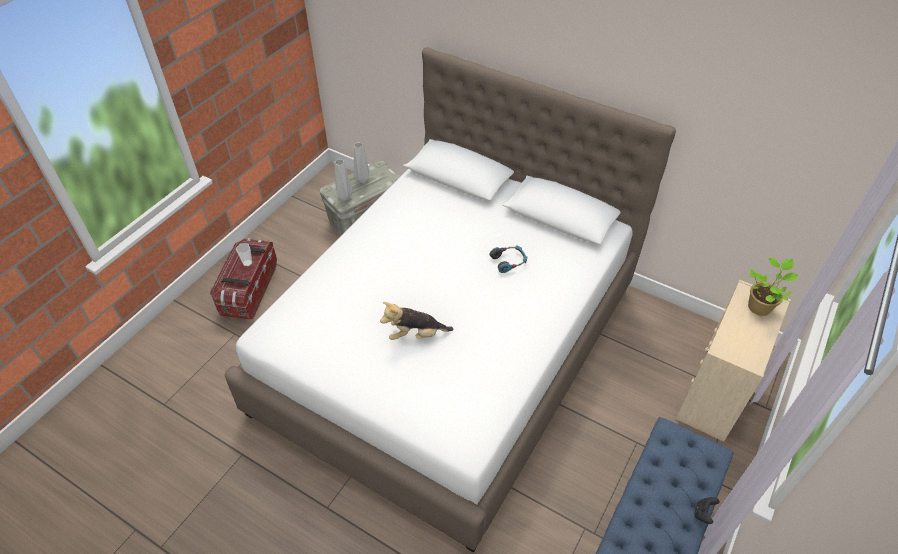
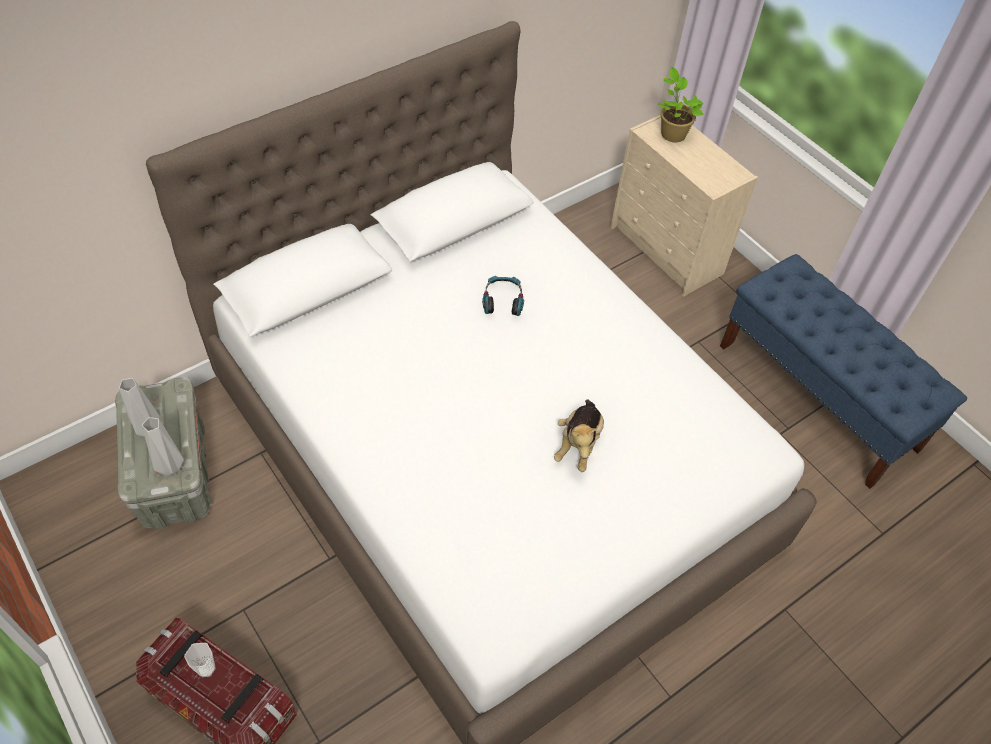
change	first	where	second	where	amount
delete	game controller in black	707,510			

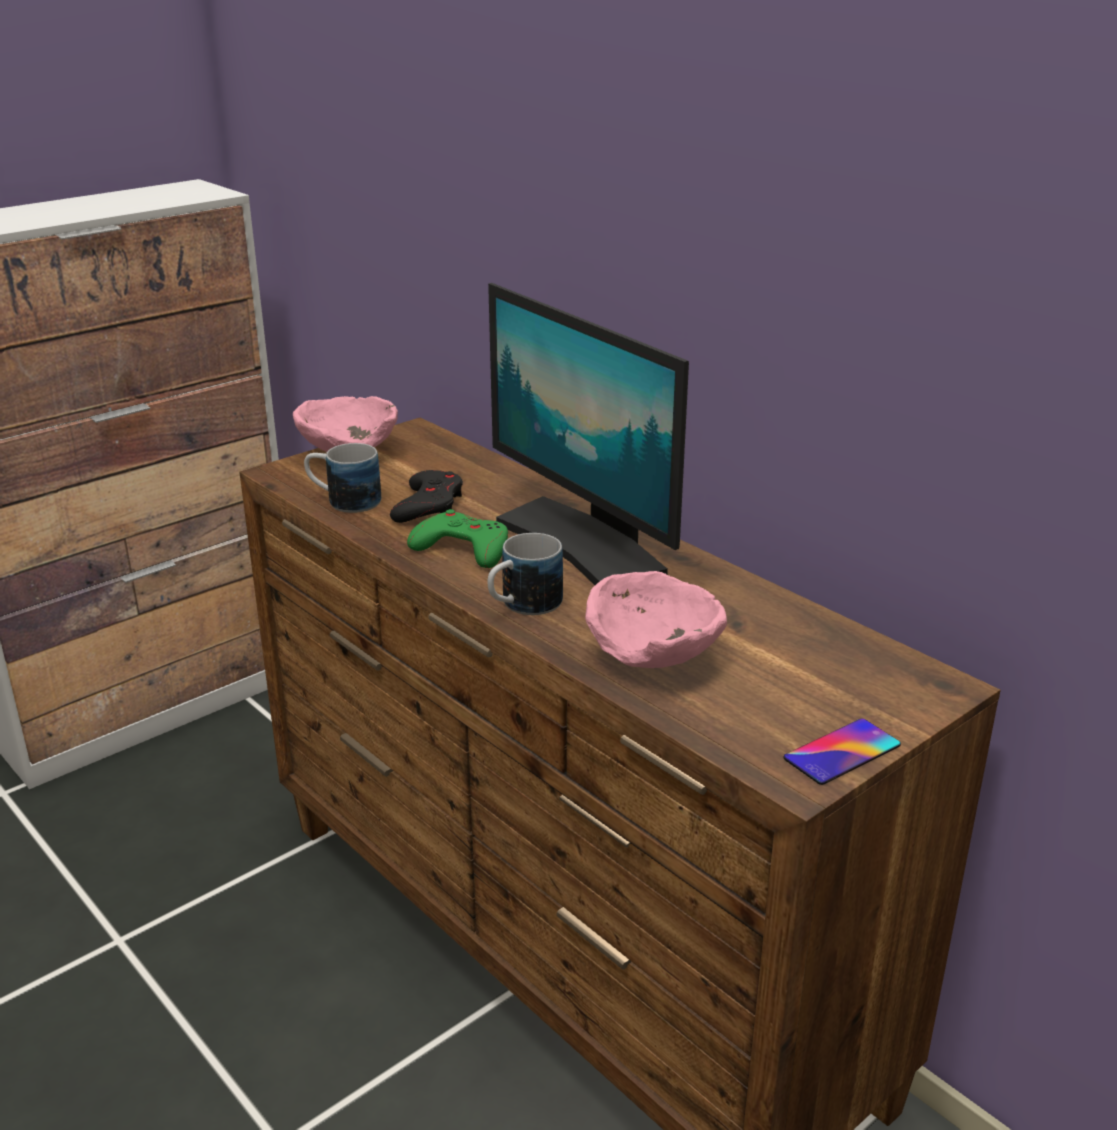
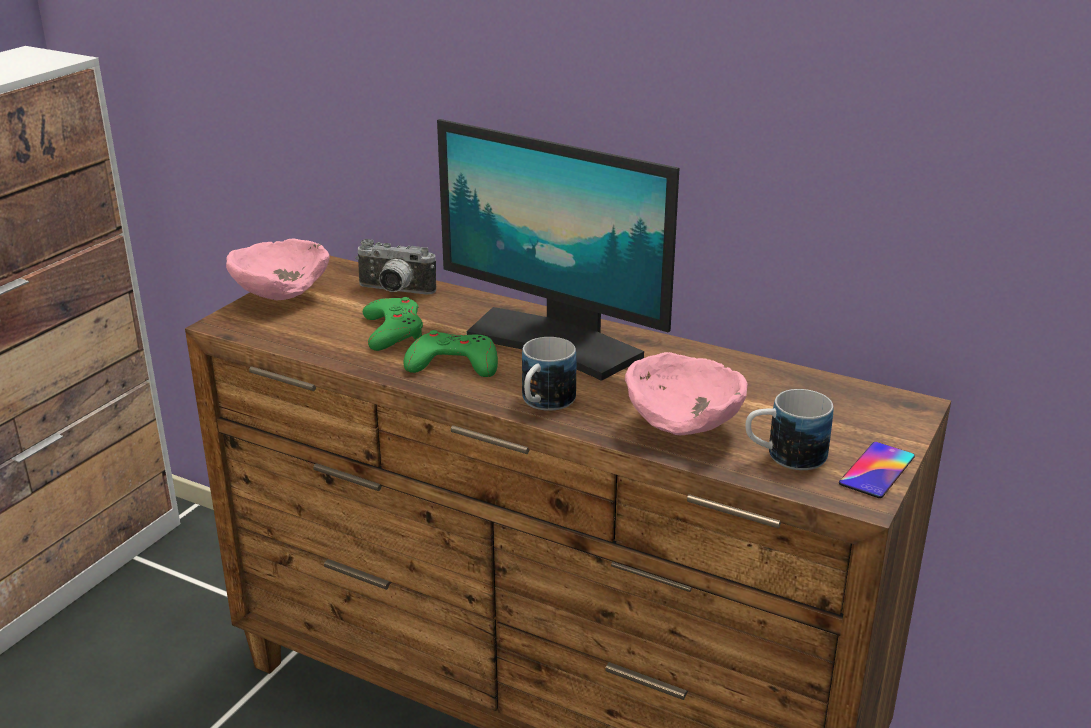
change	first	where	second	where	amount
move	mug	342,478		789,429	
recolor	game controller in black	426,496	game controller in green	393,324	
insert			photo camera	395,266	

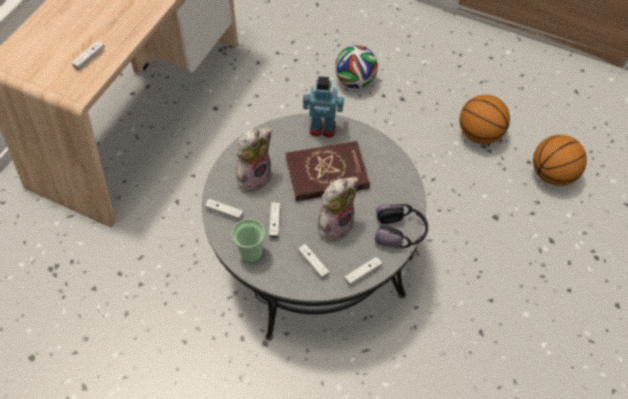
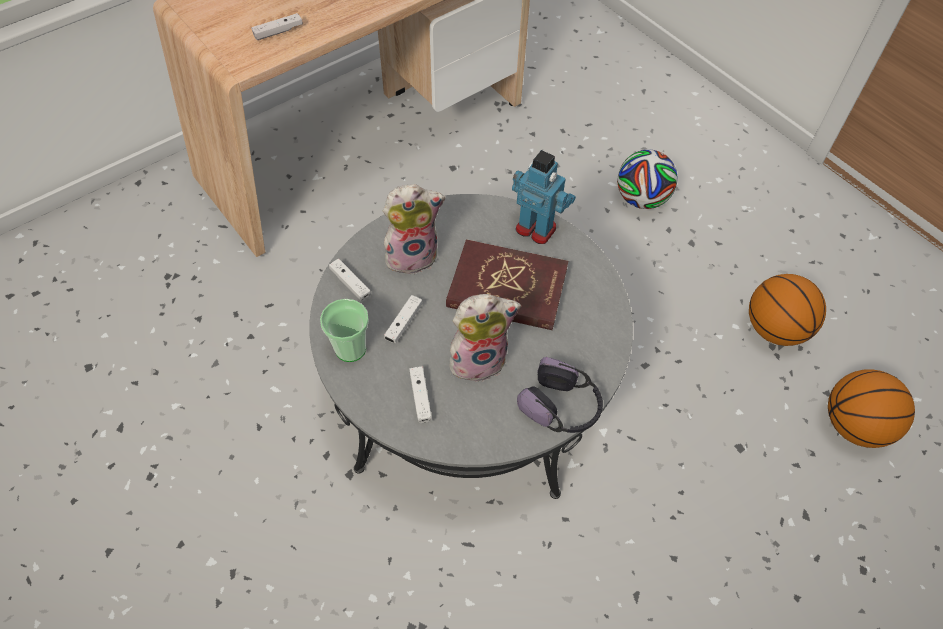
change	first	where	second	where	amount
delete	game controller in white	363,271			

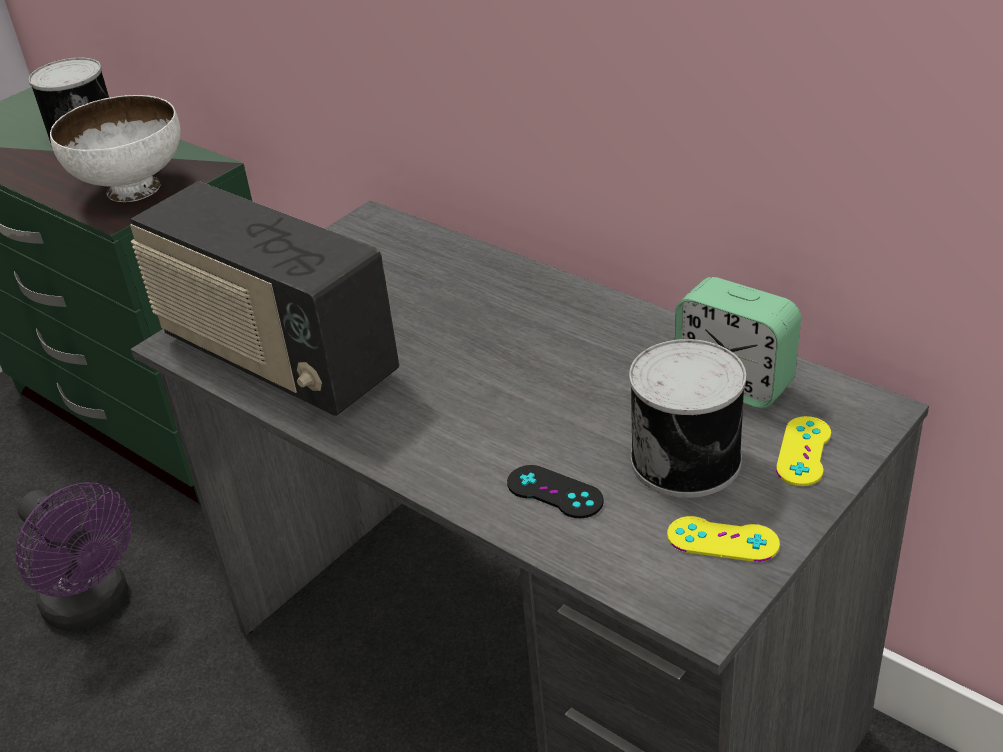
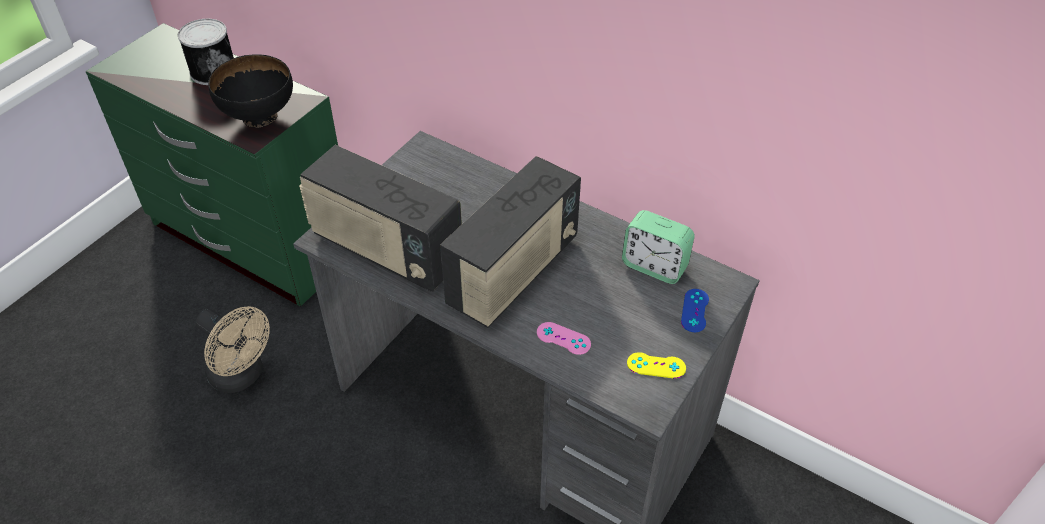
change	first	where	second	where	amount
recolor	fan in purple	74,556	fan in beige	232,349	
recolor	bowl in white	115,148	bowl in black	250,91	
recolor	game controller in black	555,491	game controller in pink	564,338	
delete	can	687,418			
recolor	game controller in yellow	803,451	game controller in blue	695,310	
insert			radio	510,242	

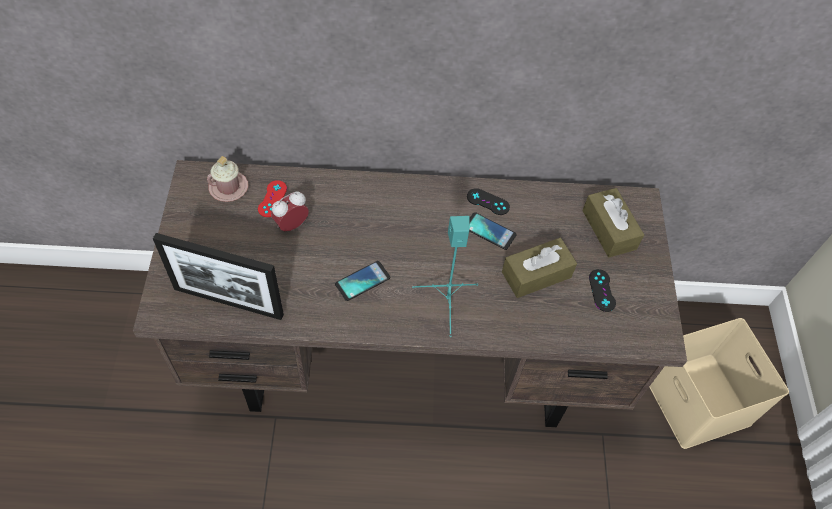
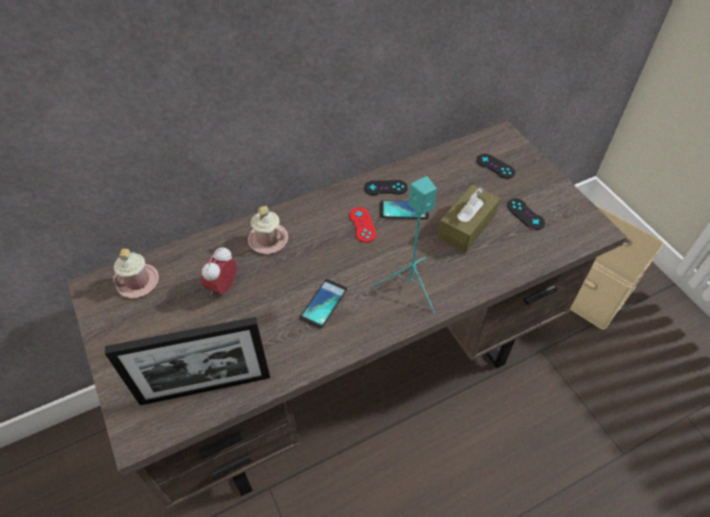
change	first	where	second	where	amount
move	game controller in red	272,198		363,225	
replace	tissue box in brown	613,222	game controller in black	495,166	
insert			mug in pink	268,230	

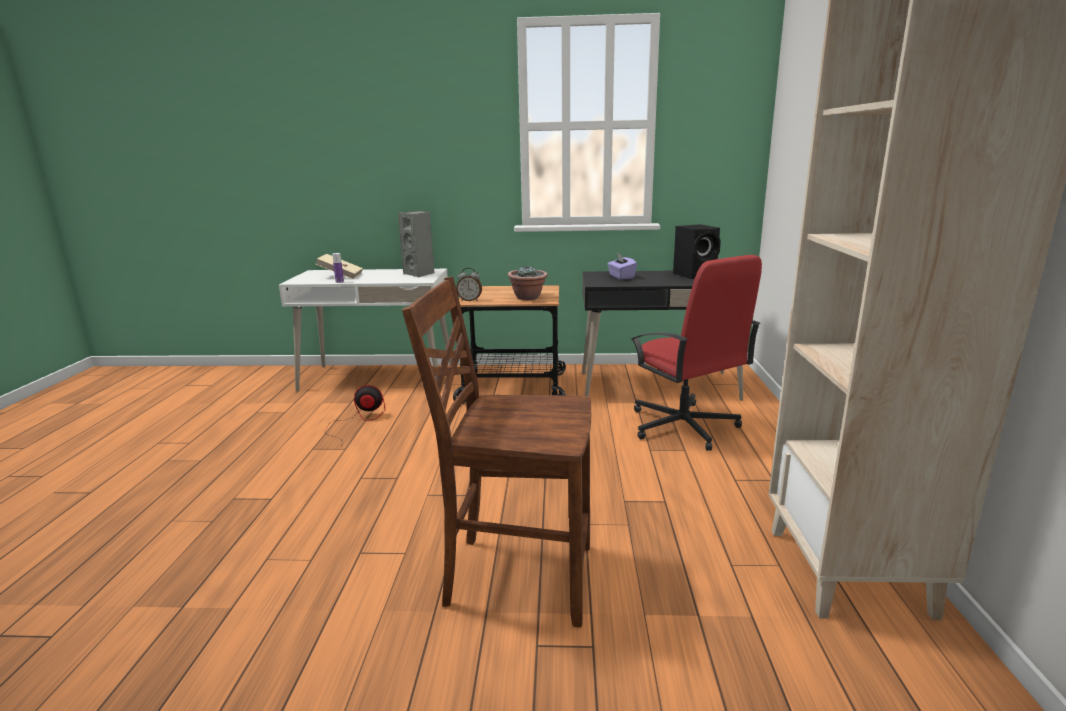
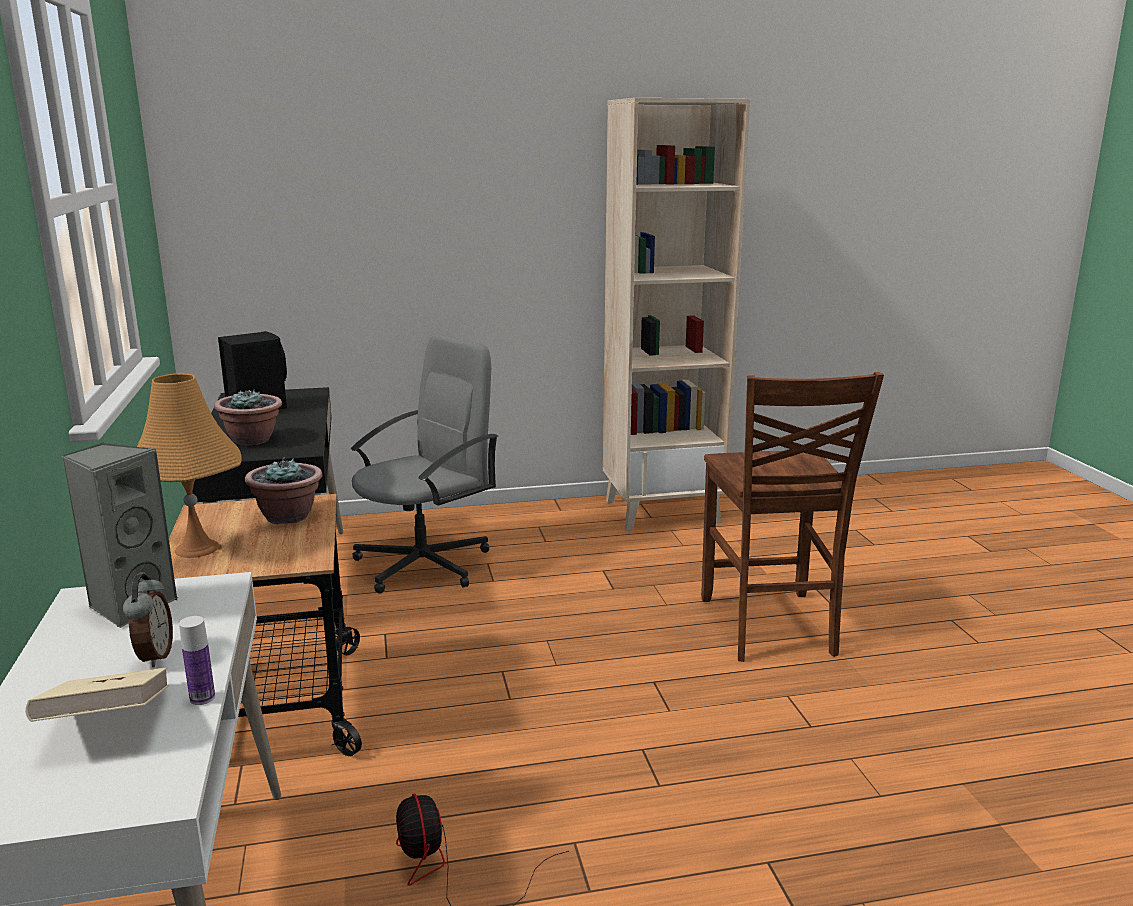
change	first	where	second	where	amount
move	alarm clock	469,284		148,620	
replace	tissue box in purple	622,266	potted plant	248,417	
recolor	office chair in red	696,353	office chair in grey	424,464	
insert			table lamp in orange	189,465	

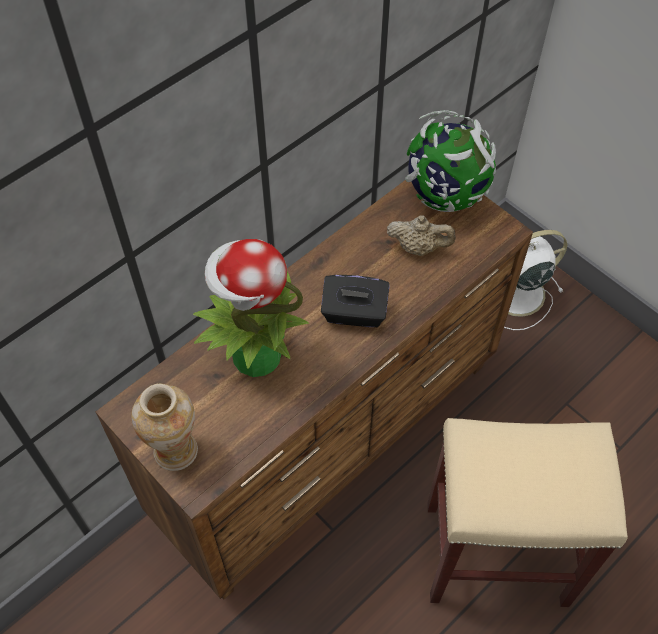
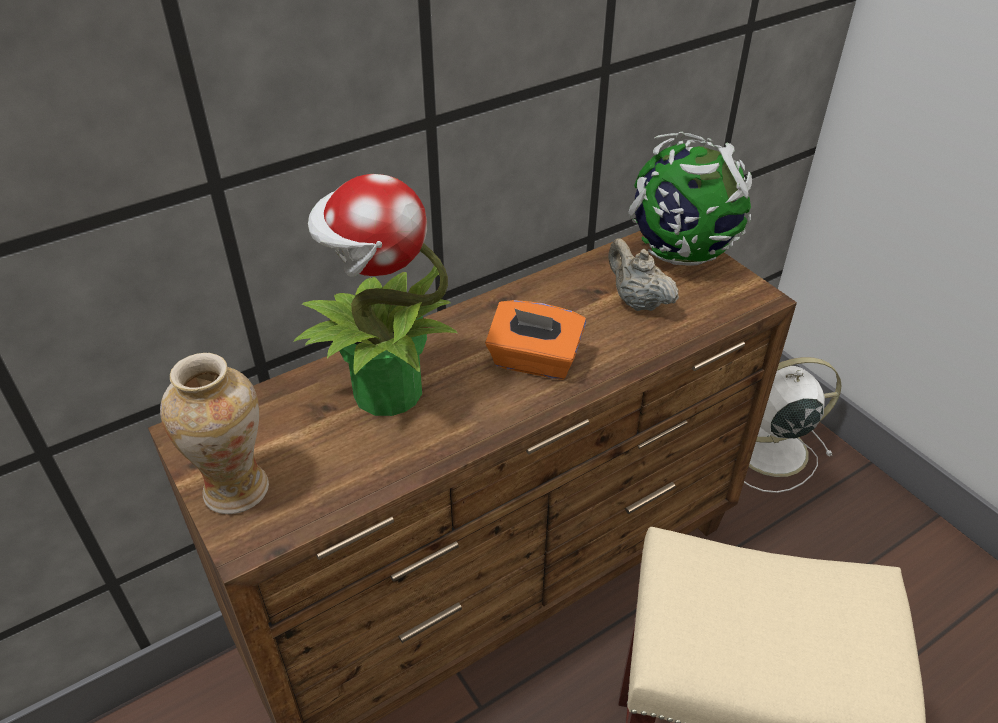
change	first	where	second	where	amount
recolor	tissue box in black	355,301	tissue box in orange	535,340	
rotate	teapot in beige	421,235		643,274	150 degrees counterclockwise

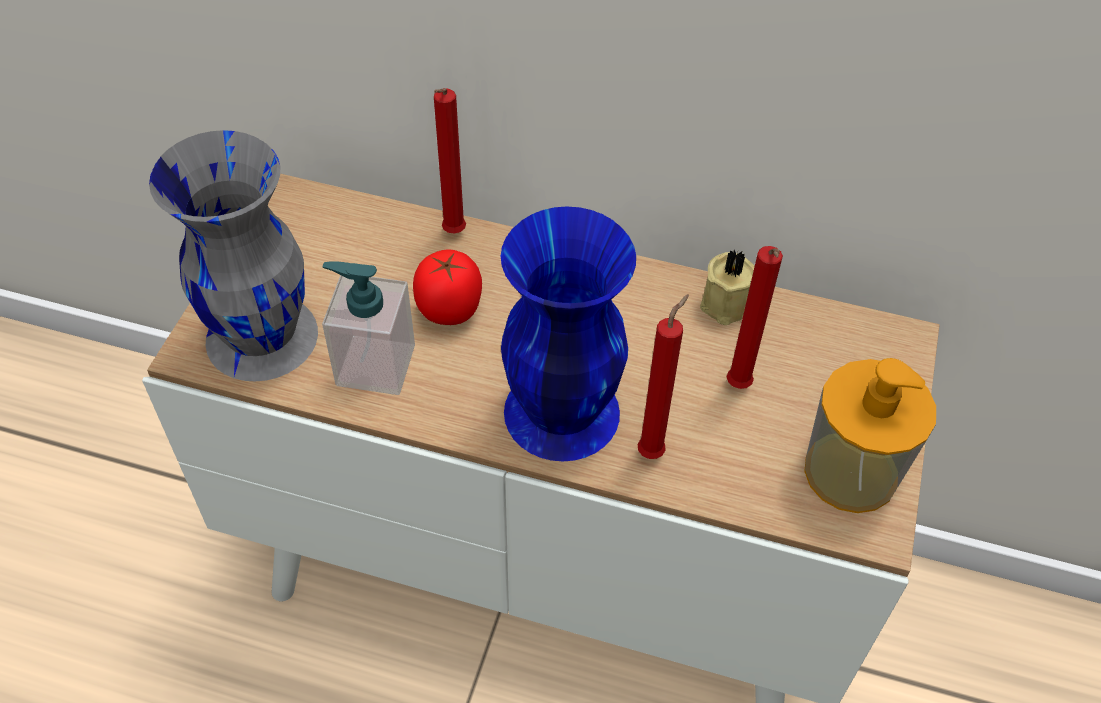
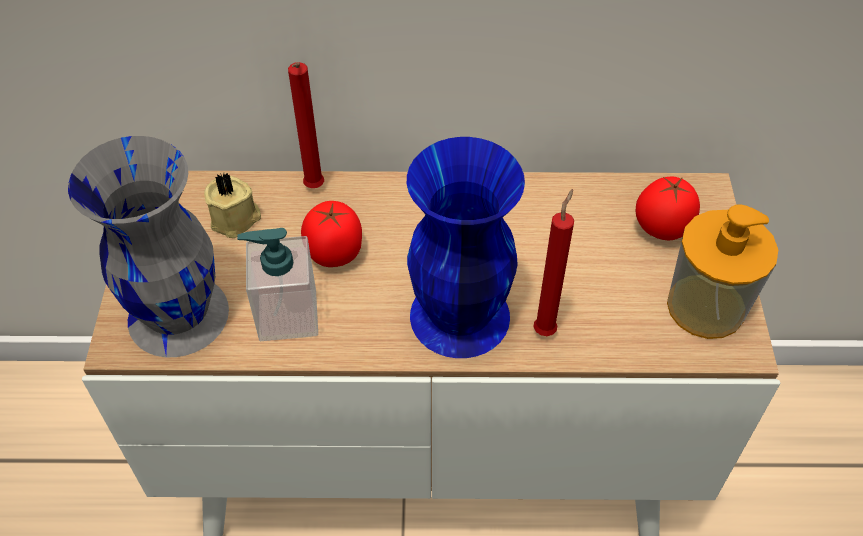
change	first	where	second	where	amount
move	candle in beige	727,287		232,205	
delete	candle in red	754,317			
insert			tomato	668,208	

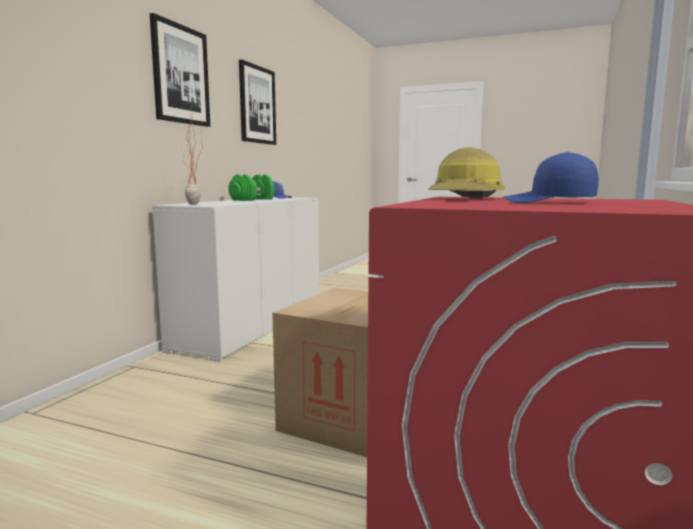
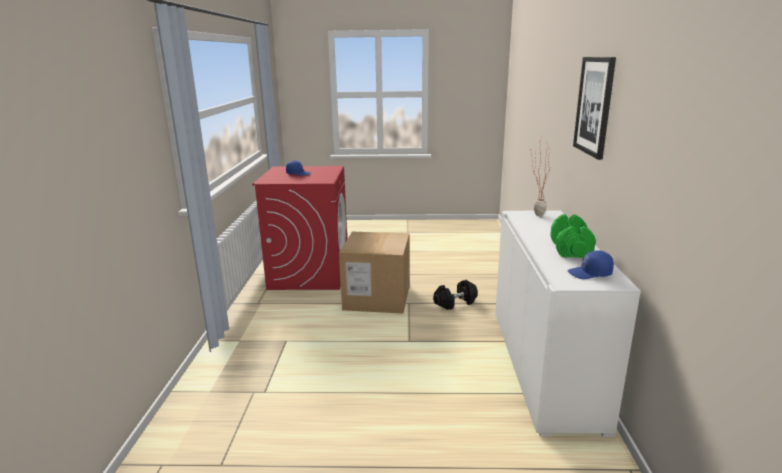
change	first	where	second	where	amount
delete	picture	257,102			
delete	hard hat	466,172			
insert			dumbbell in black	455,295	

